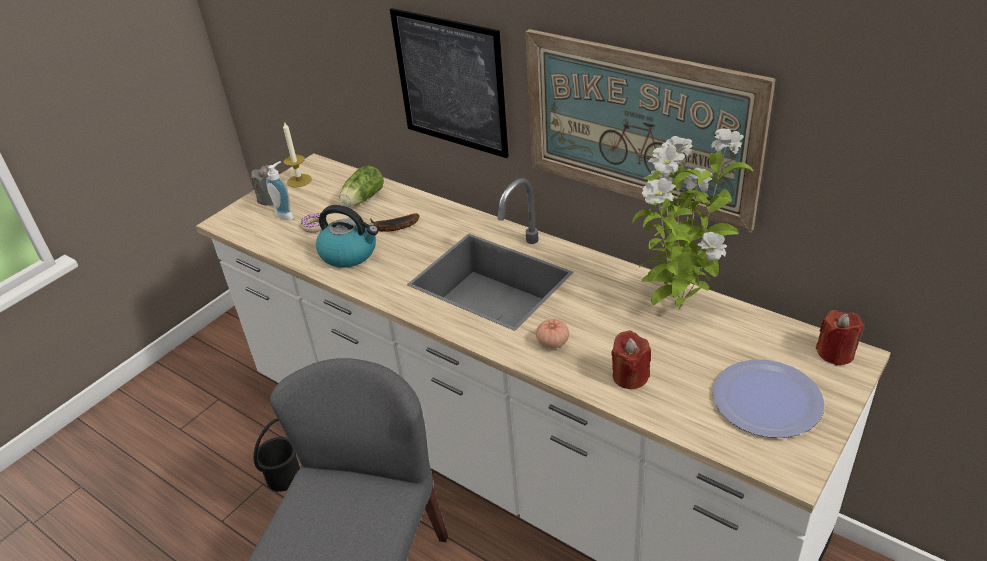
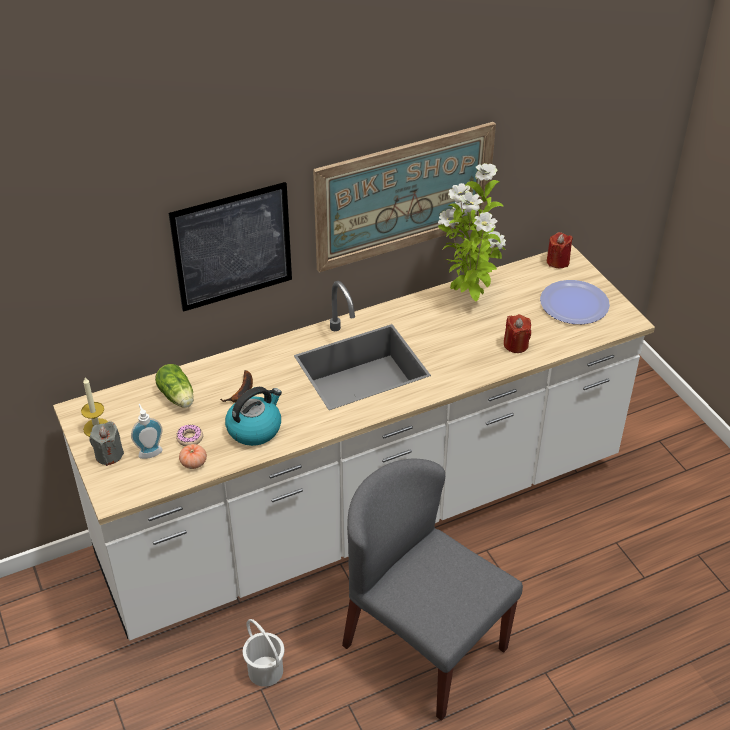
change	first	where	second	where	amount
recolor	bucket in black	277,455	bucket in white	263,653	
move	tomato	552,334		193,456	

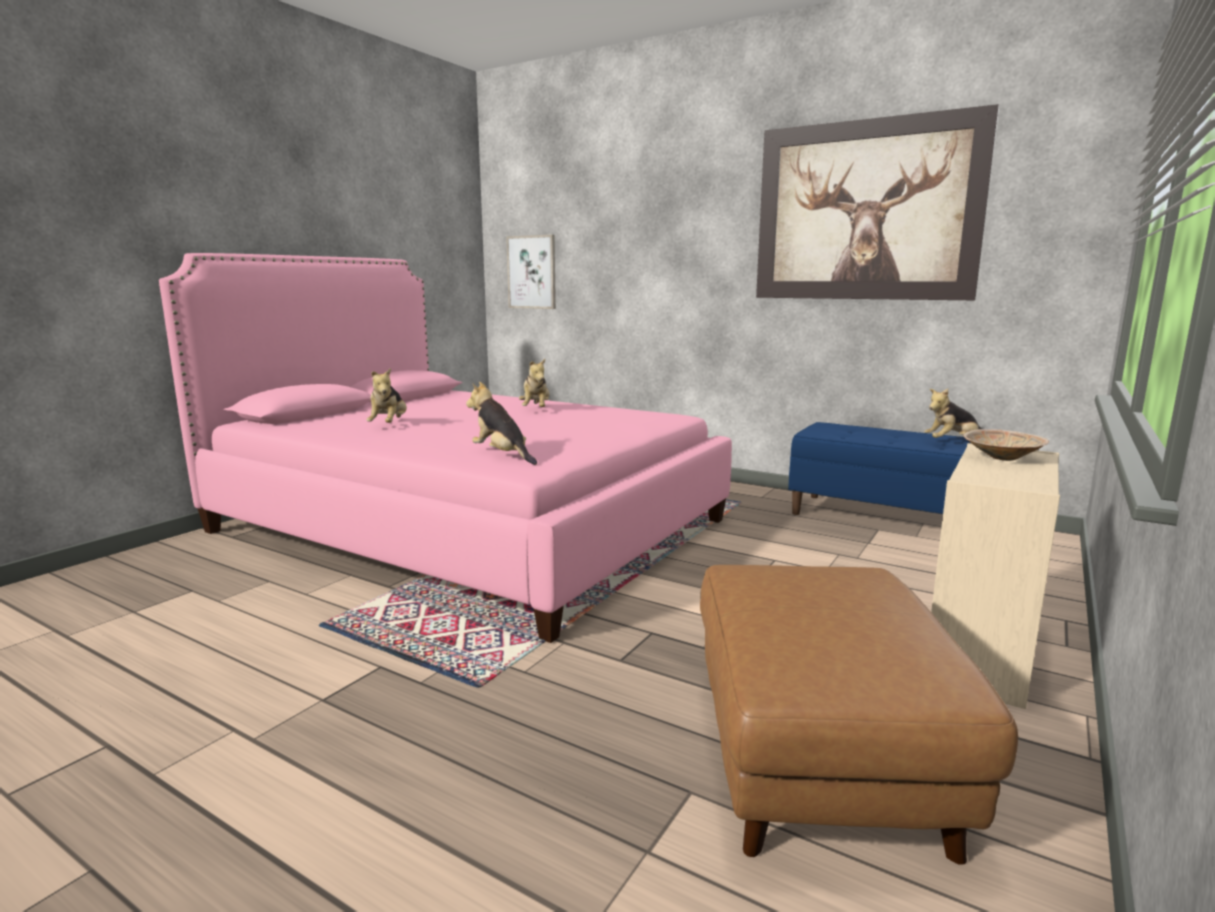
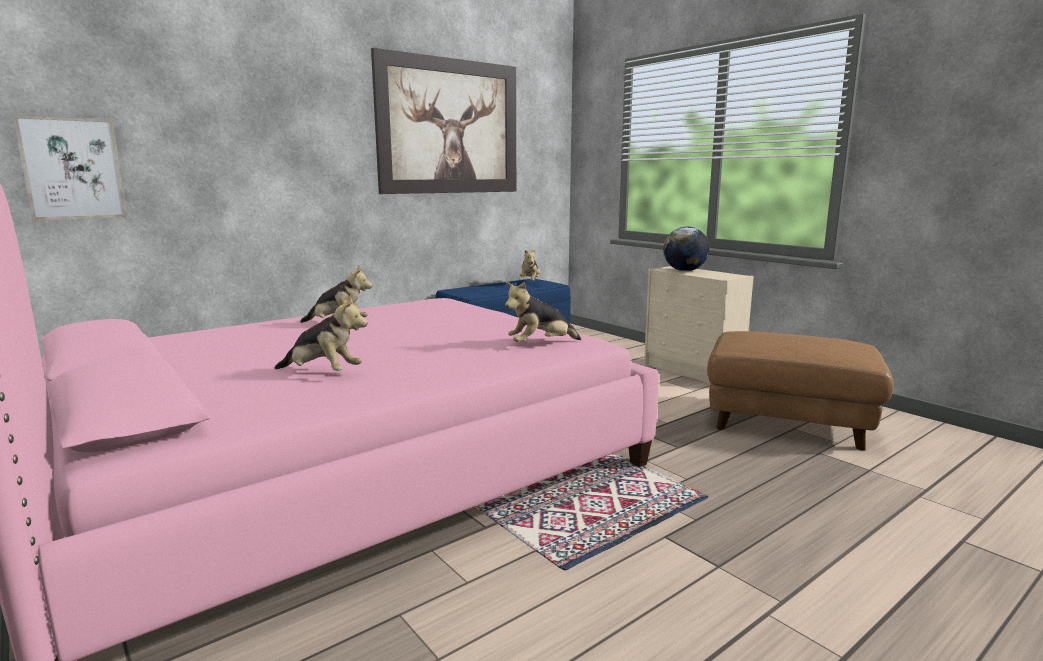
change	first	where	second	where	amount
replace	bowl in beige	1006,445	globe	686,248	

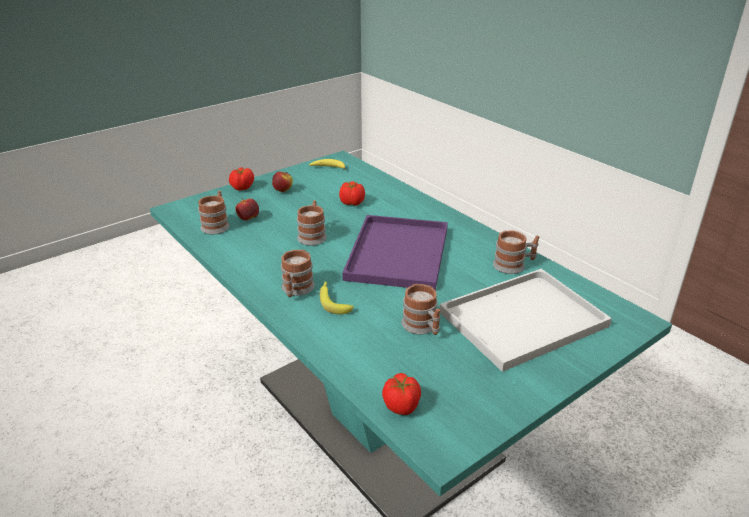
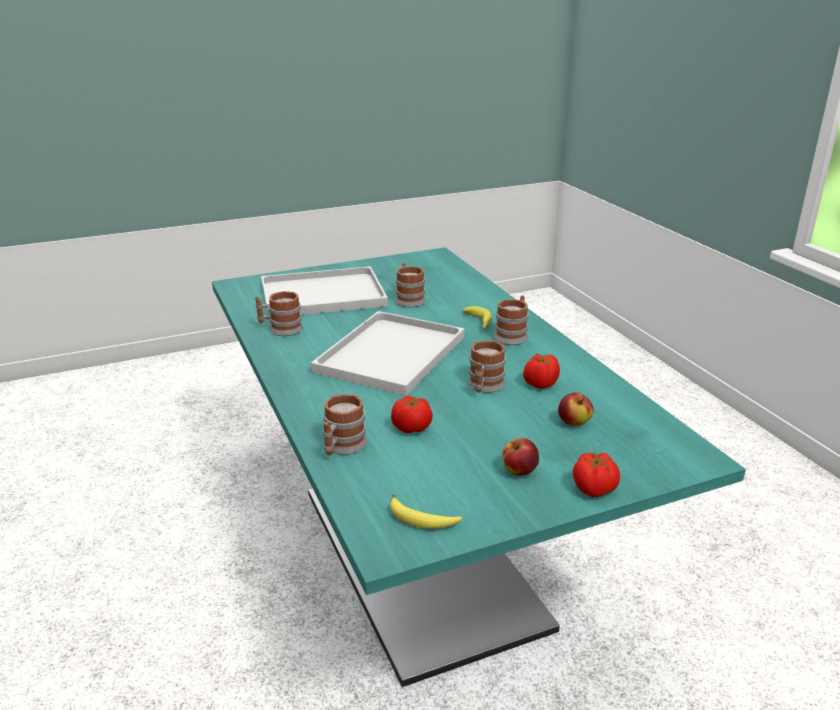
change	first	where	second	where	amount
move	mug	214,212		345,424	
recolor	tray in purple	395,252	tray in white	387,353	
move	tomato	401,394		541,371	

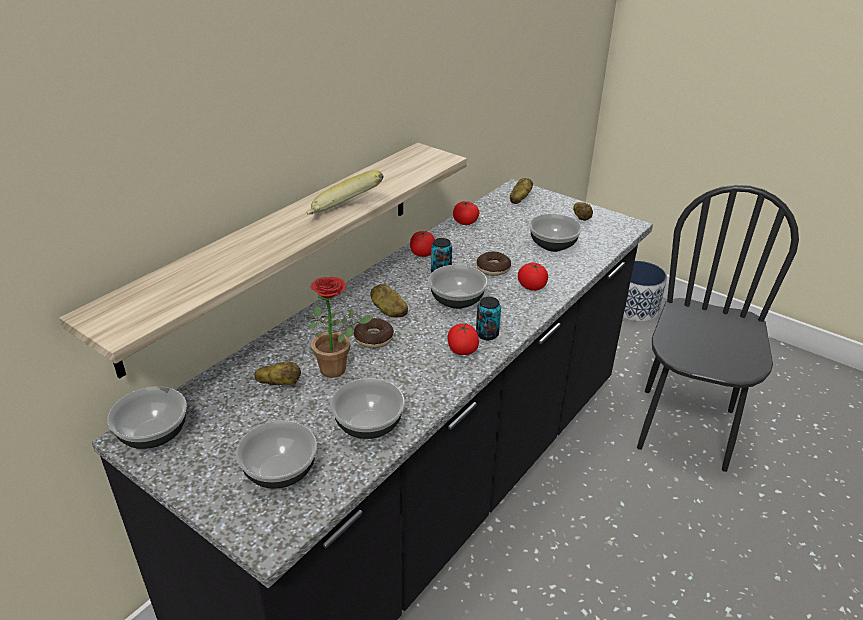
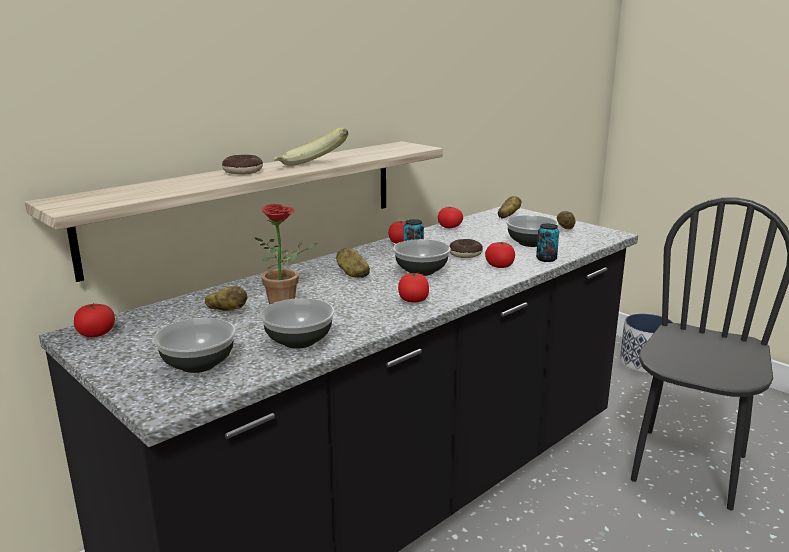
change	first	where	second	where	amount
replace	bowl	147,417	tomato	94,320	
move	donut	373,333		242,164	
move	can	488,318		547,243	

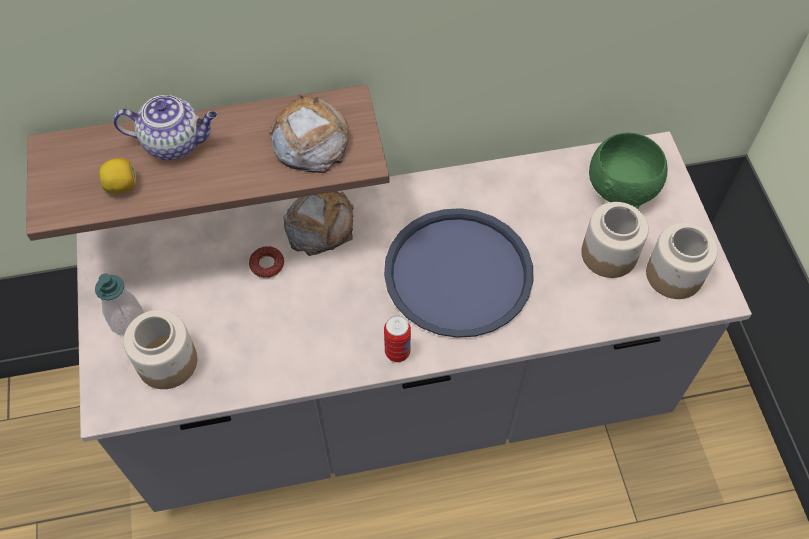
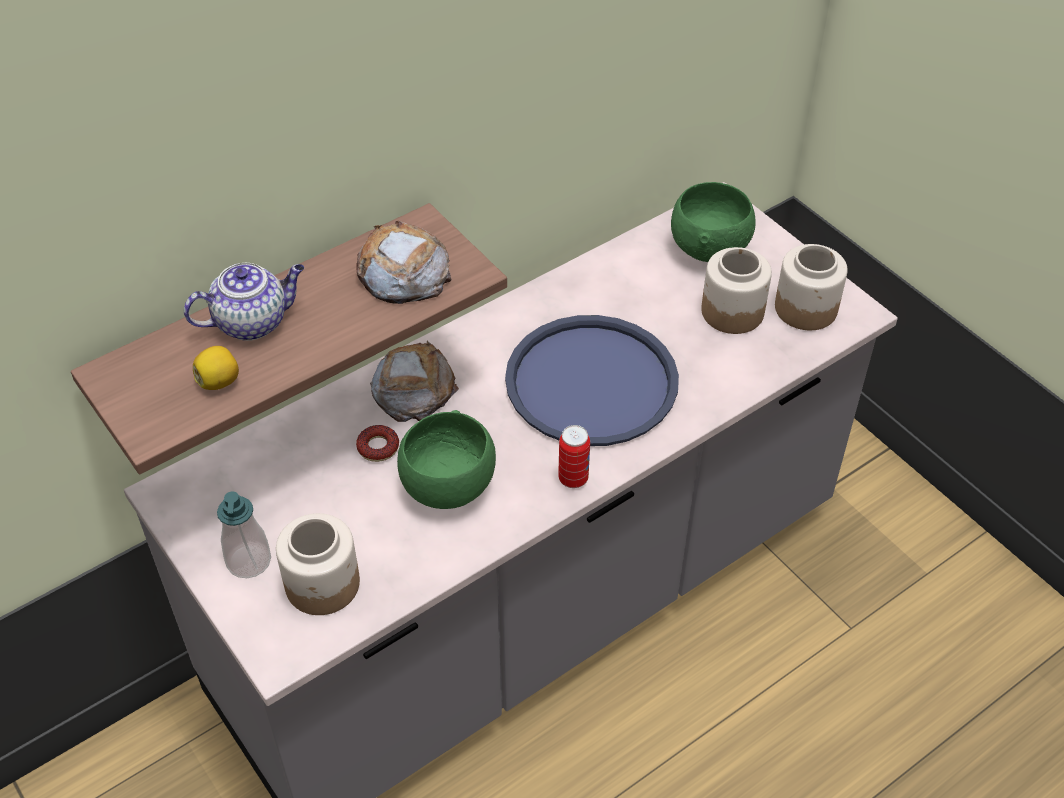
change	first	where	second	where	amount
insert			bowl in green	446,459	

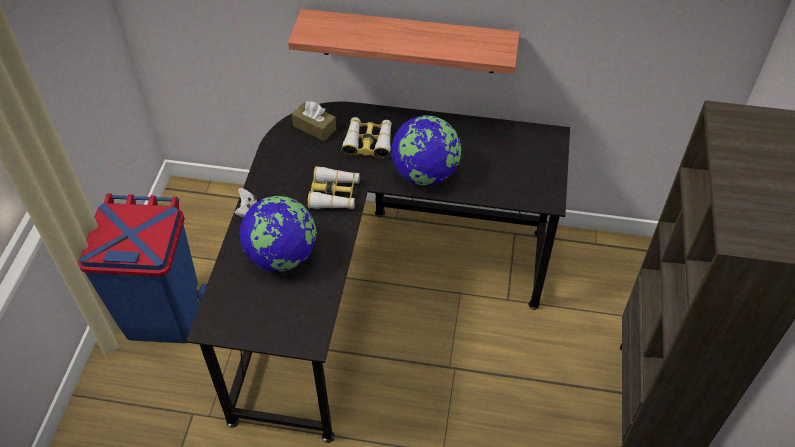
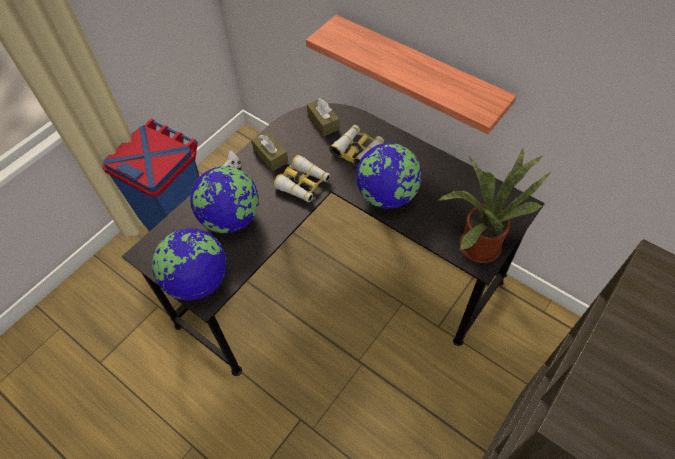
change	first	where	second	where	amount
insert			globe	189,264	
insert			tissue box in brown	269,151	
insert			potted plant	495,205	

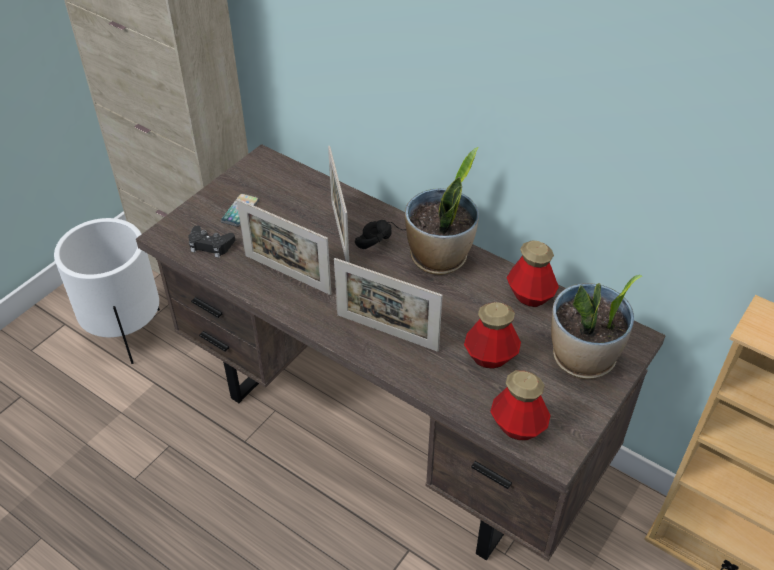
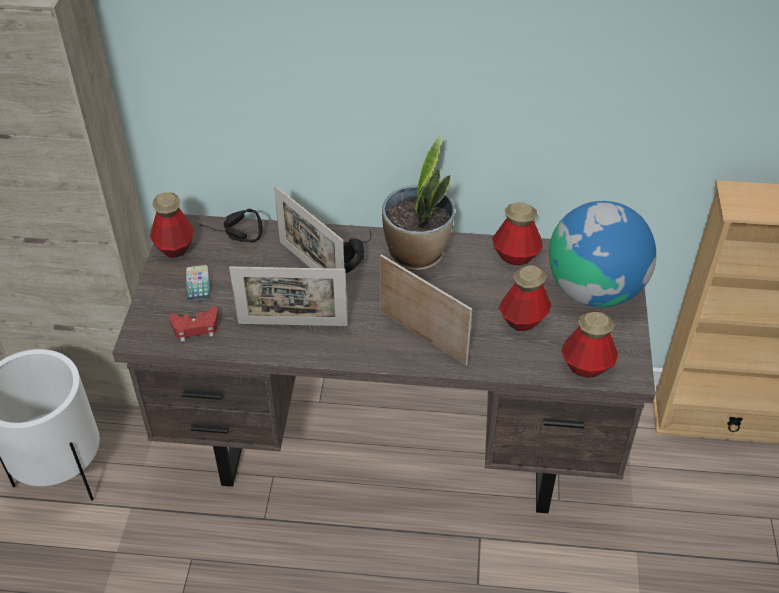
change	first	where	second	where	amount
recolor	game controller in black	211,242	game controller in red	193,324	
rotate	picture frame	388,305		426,309	135 degrees counterclockwise
replace	potted plant	596,327	globe	602,254	
insert			bottle	172,225	
insert			headphones in black	231,225	

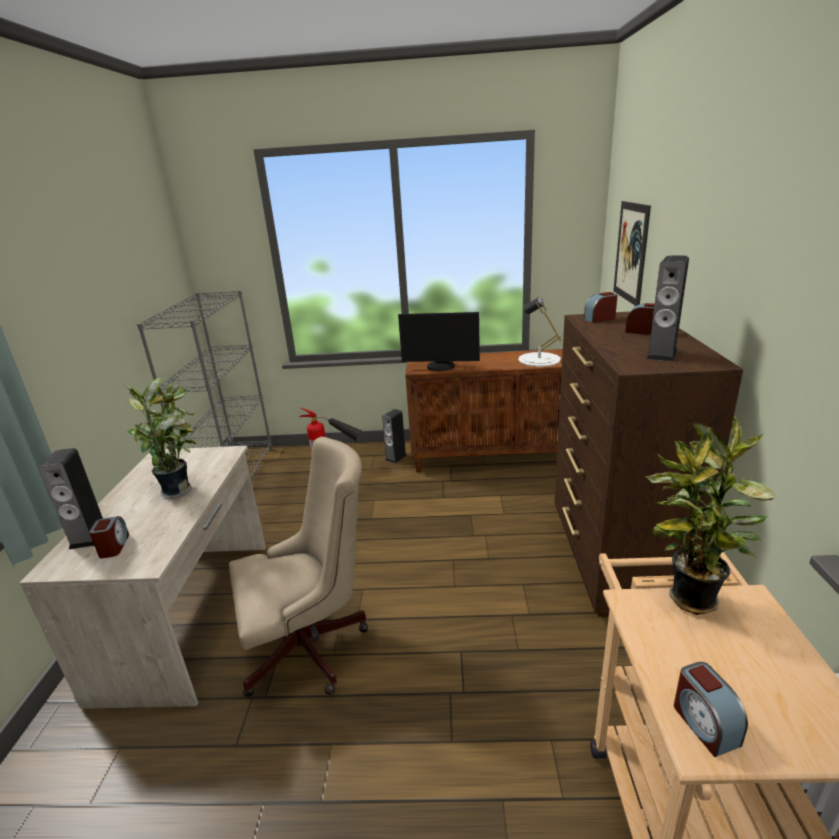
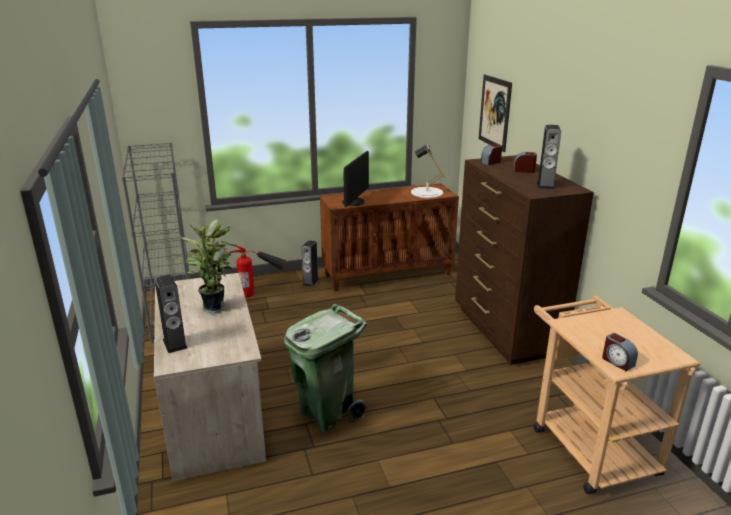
change	first	where	second	where	amount
delete	alarm clock	109,537			
replace	office chair in beige	299,567	trash can in green	325,368	
rotate	monitor	439,342		355,179	60 degrees counterclockwise
delete	potted plant	711,515			

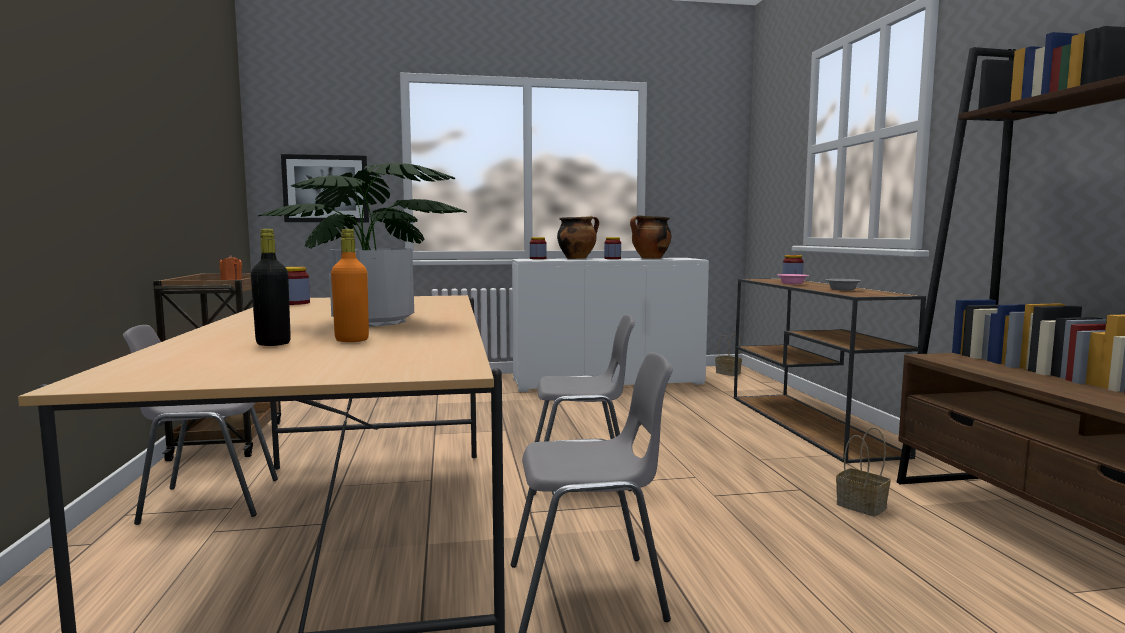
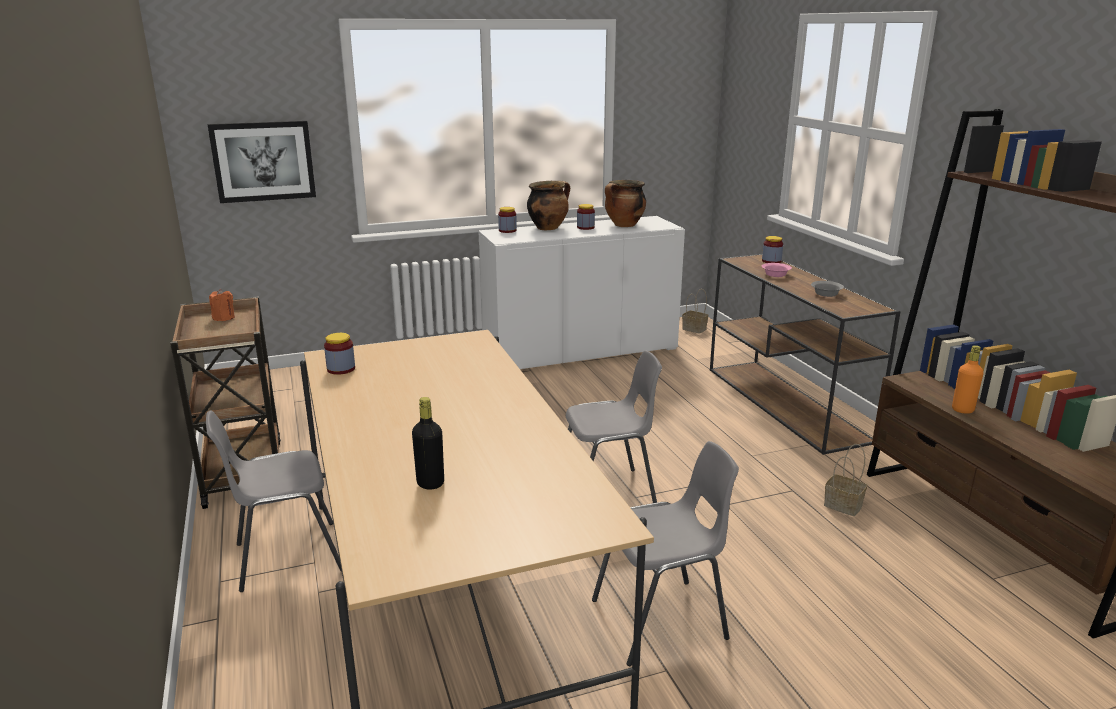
change	first	where	second	where	amount
delete	potted plant	362,244			
move	bottle in orange	350,285		968,379	

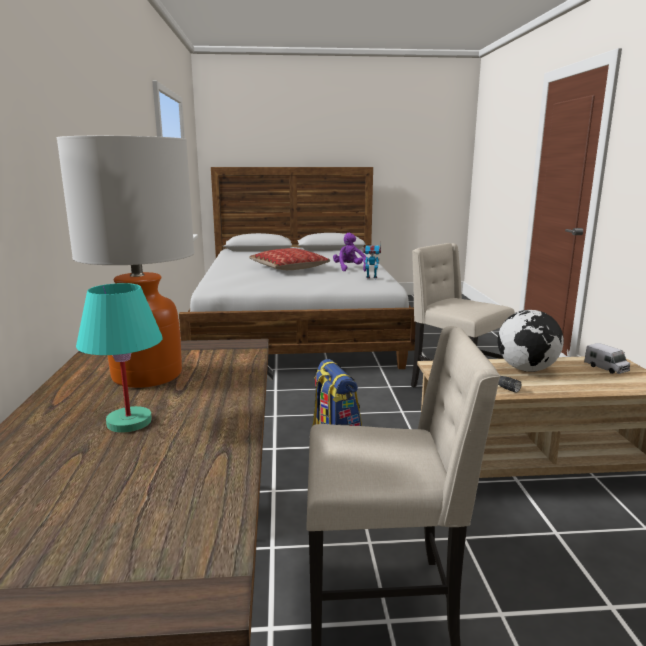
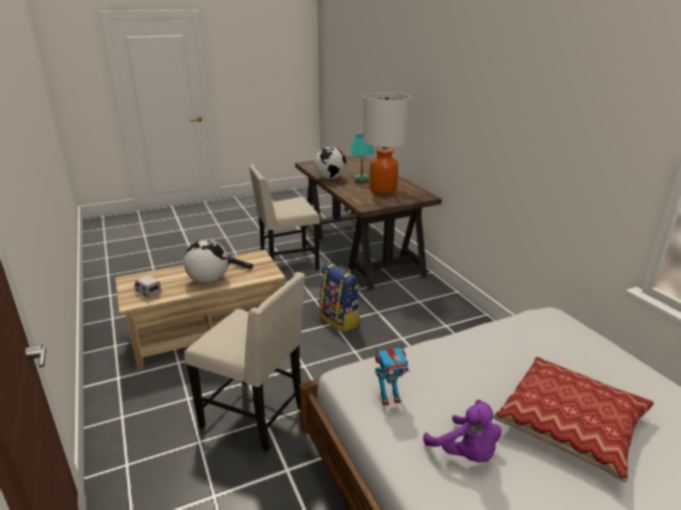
change	first	where	second	where	amount
insert			globe	330,163	

